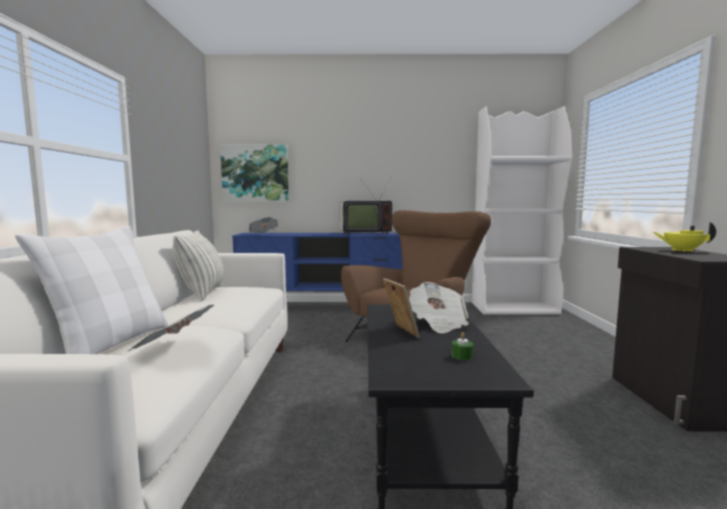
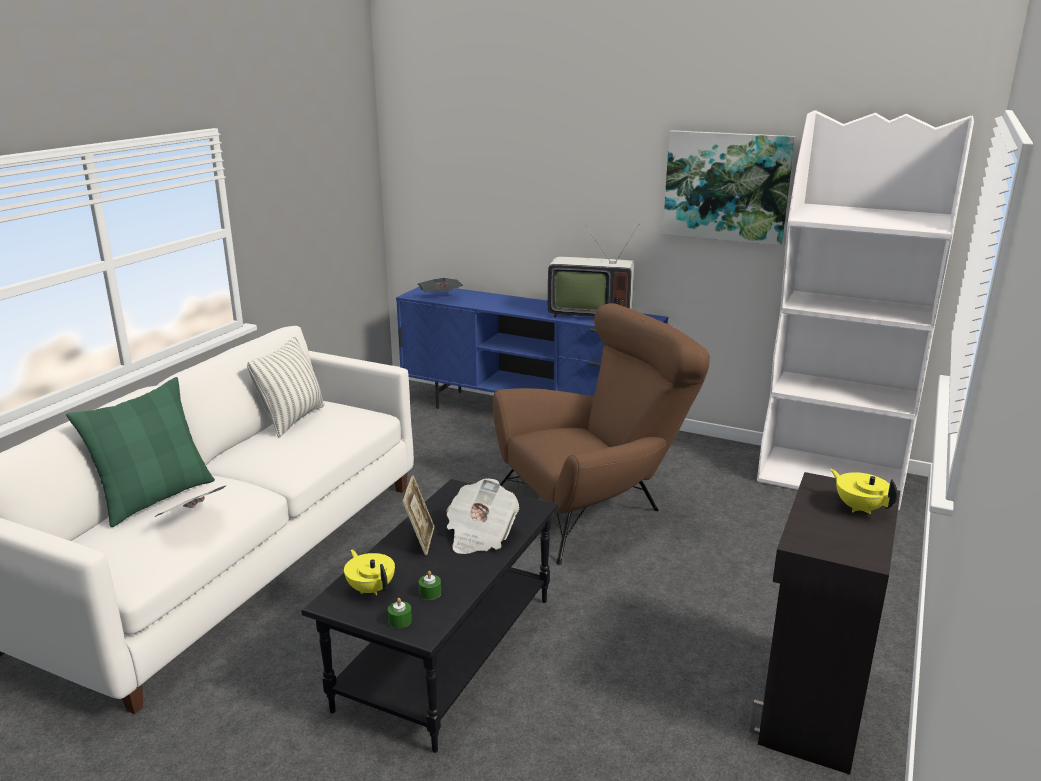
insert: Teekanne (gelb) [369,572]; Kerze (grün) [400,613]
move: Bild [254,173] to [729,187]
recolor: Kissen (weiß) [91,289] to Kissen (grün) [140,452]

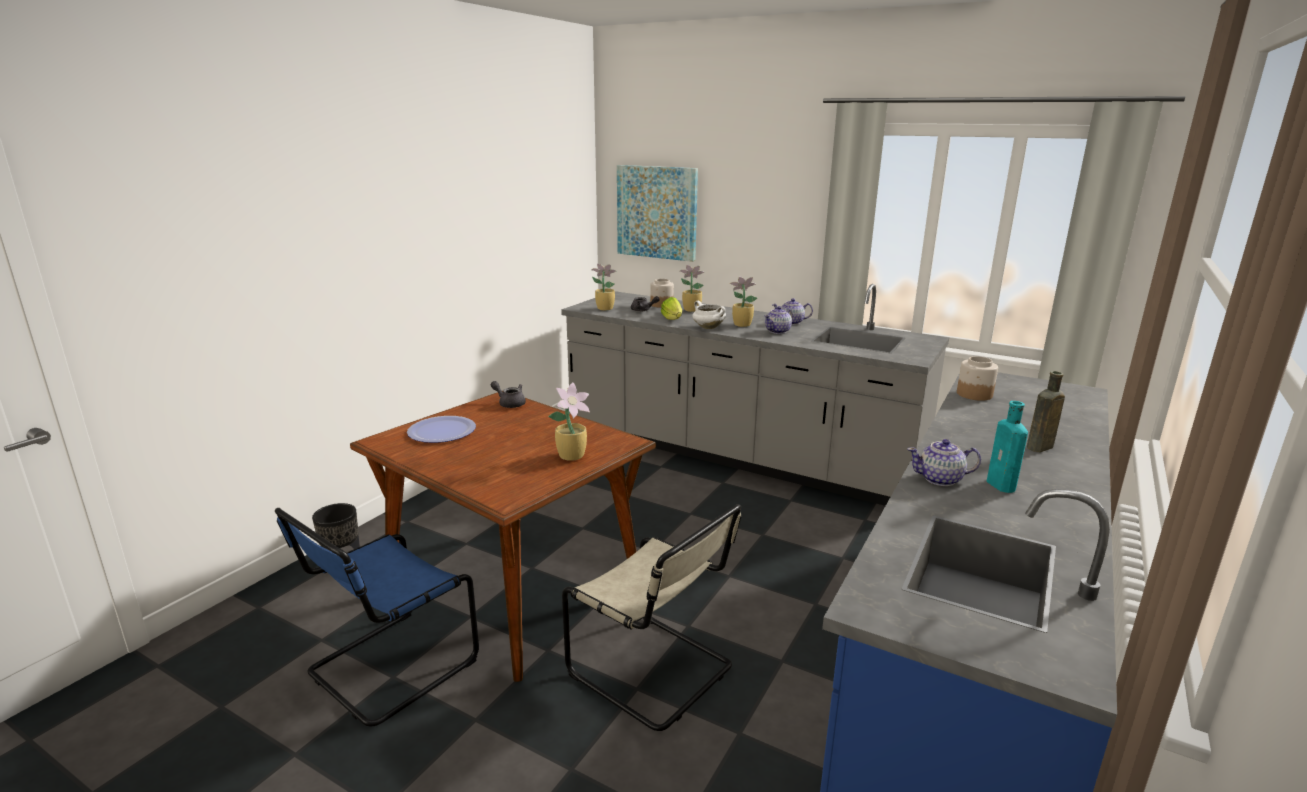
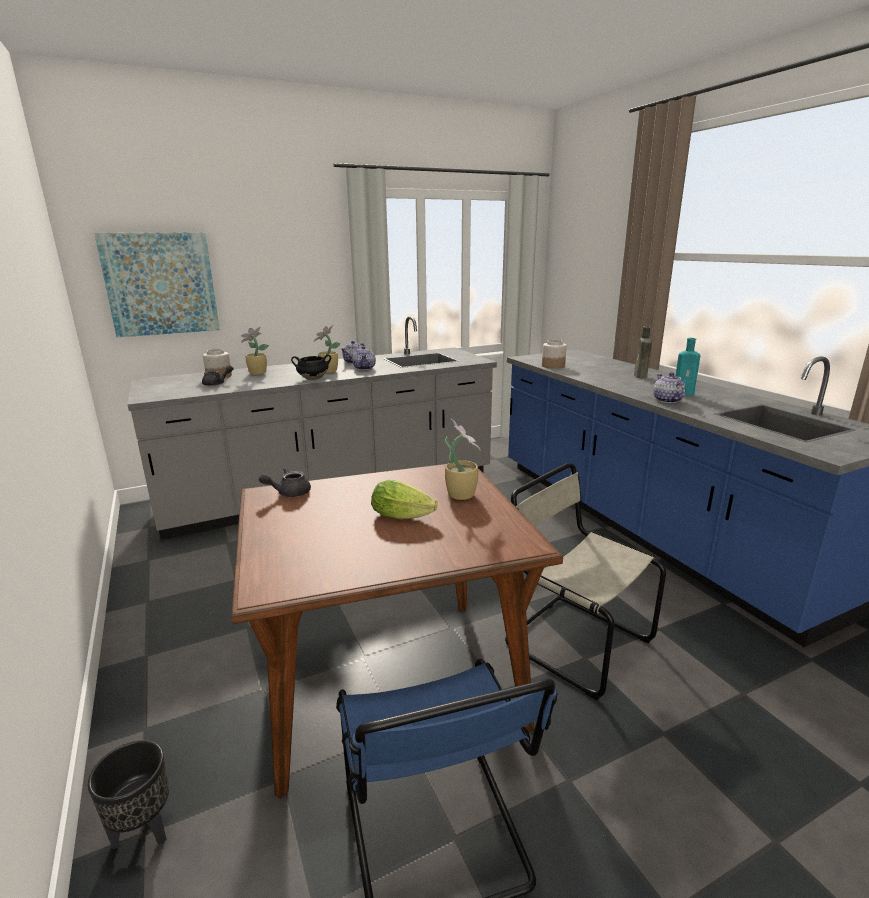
delete: Teller [441,429]; Topfpflanze [604,287]
move: Salatkopf [671,308] to [404,499]
recolor: Kochtopf (weiß) [709,314] to Kochtopf (schwarz) [311,367]
rotate: Stuhl (beige) [652,617] = [585,581] 120 degrees counterclockwise; Teekanne [944,462] = [669,387] 135 degrees clockwise

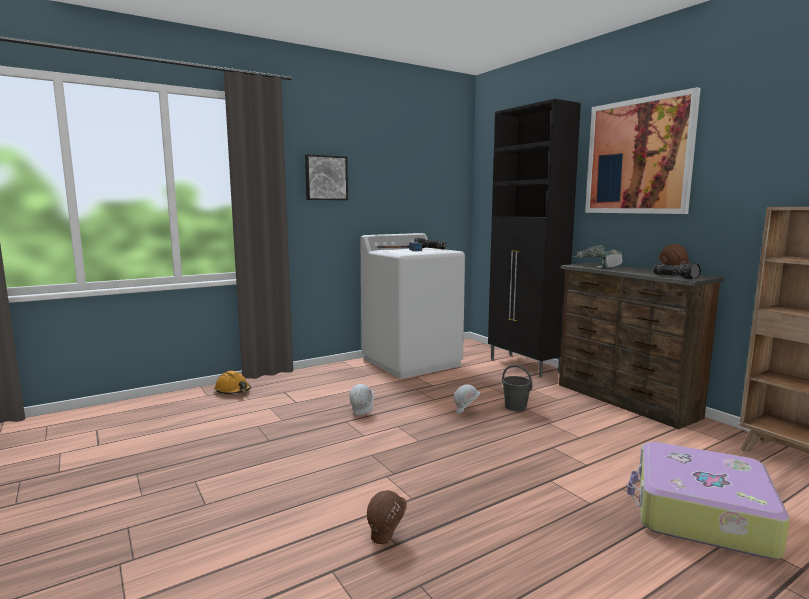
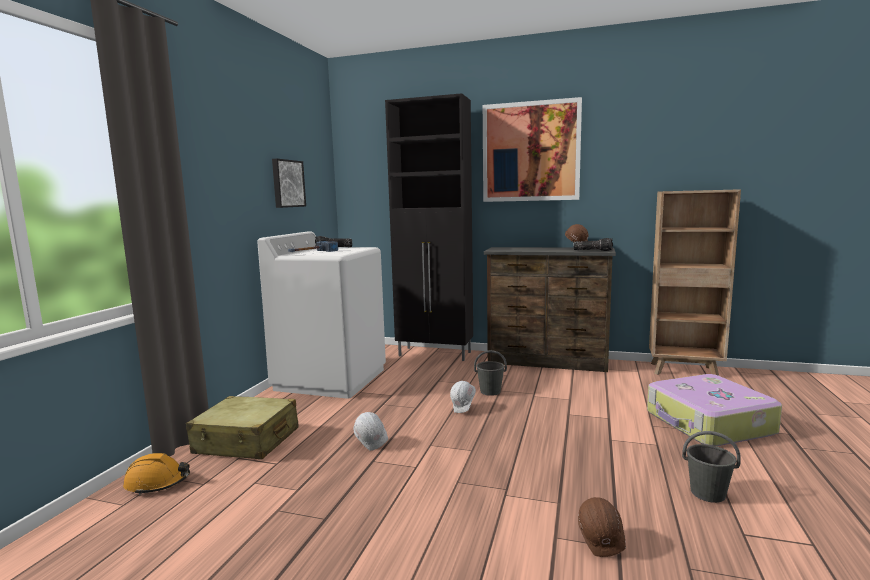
delete: Bohrmaschine [598,256]
insert: Koffer (beige) [242,428]; Eimer (grau) [711,467]
move: Bild [326,177] to [289,183]

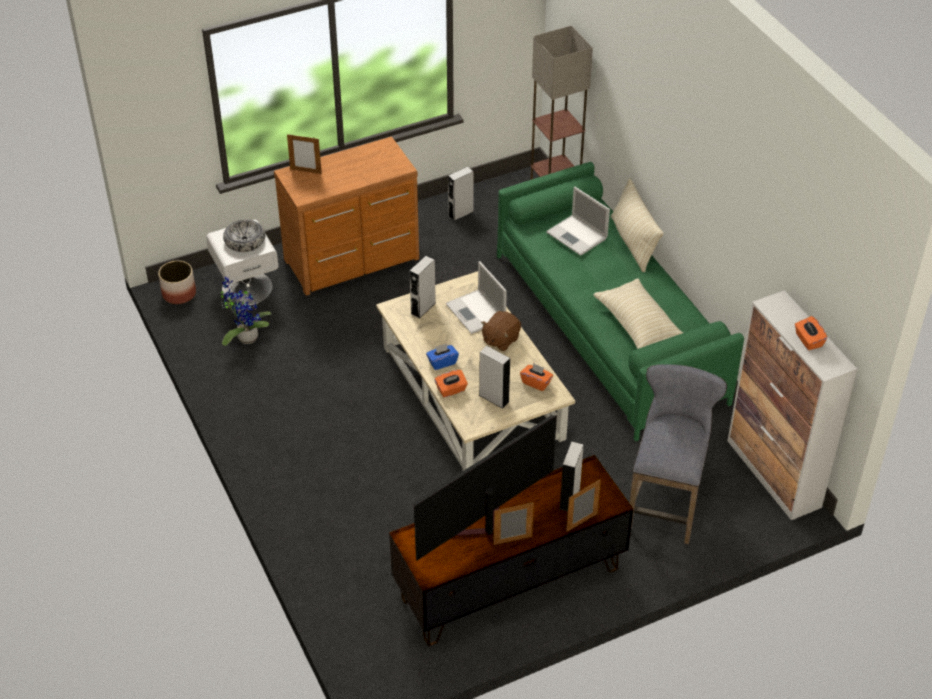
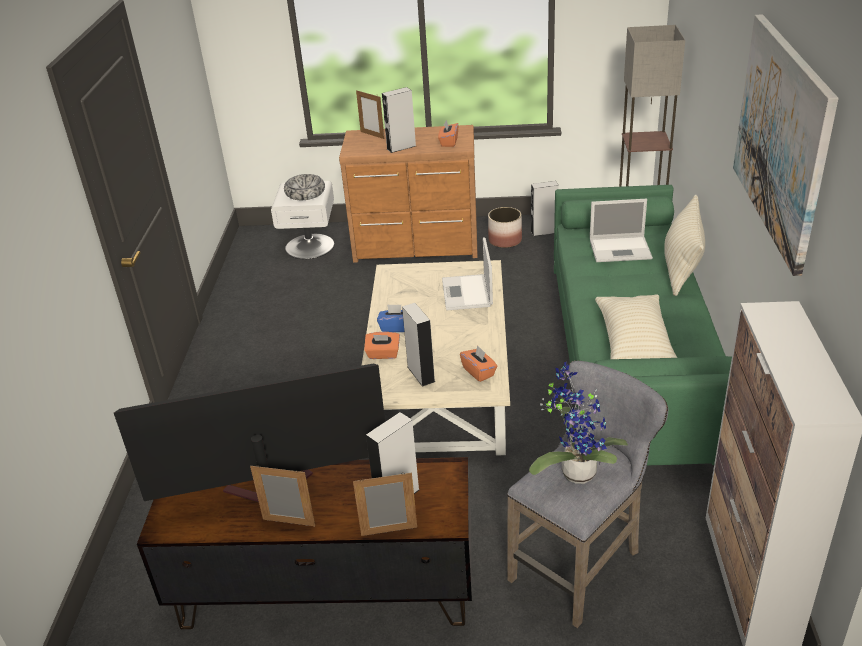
delete: Plüschtier (braun) [501,331]
insert: Bild [785,145]
move: Pflanzkübel [177,282] to [505,227]; Topfpflanze [246,311] to [578,423]; Lautsprecher (grau) [423,287] to [399,120]; Taschentuchbox (orange) [811,333] to [448,133]
rotate: Laptop [578,221] = [621,230] 75 degrees counterclockwise

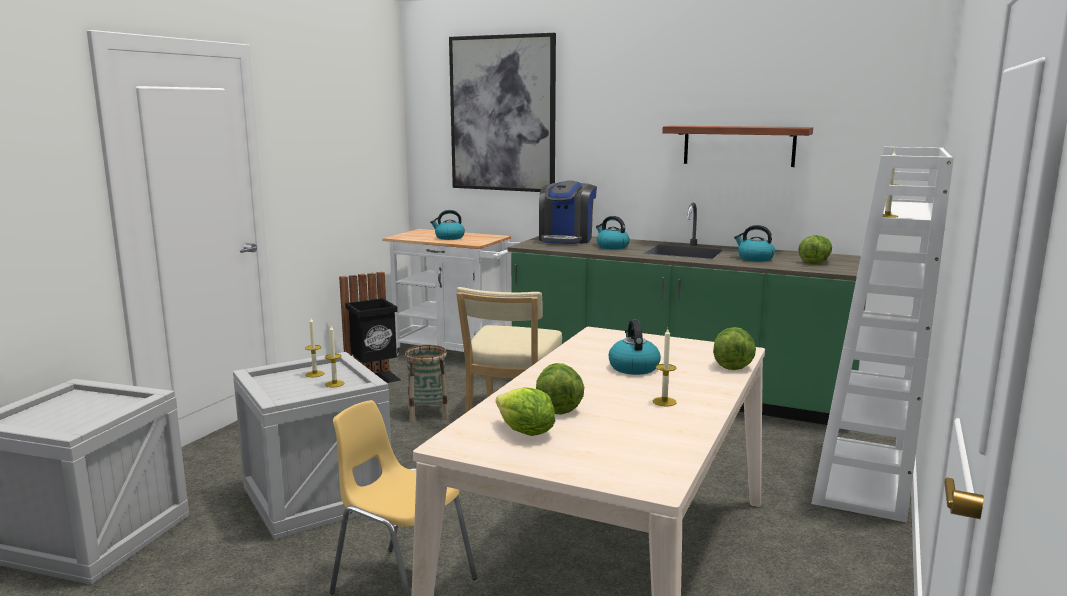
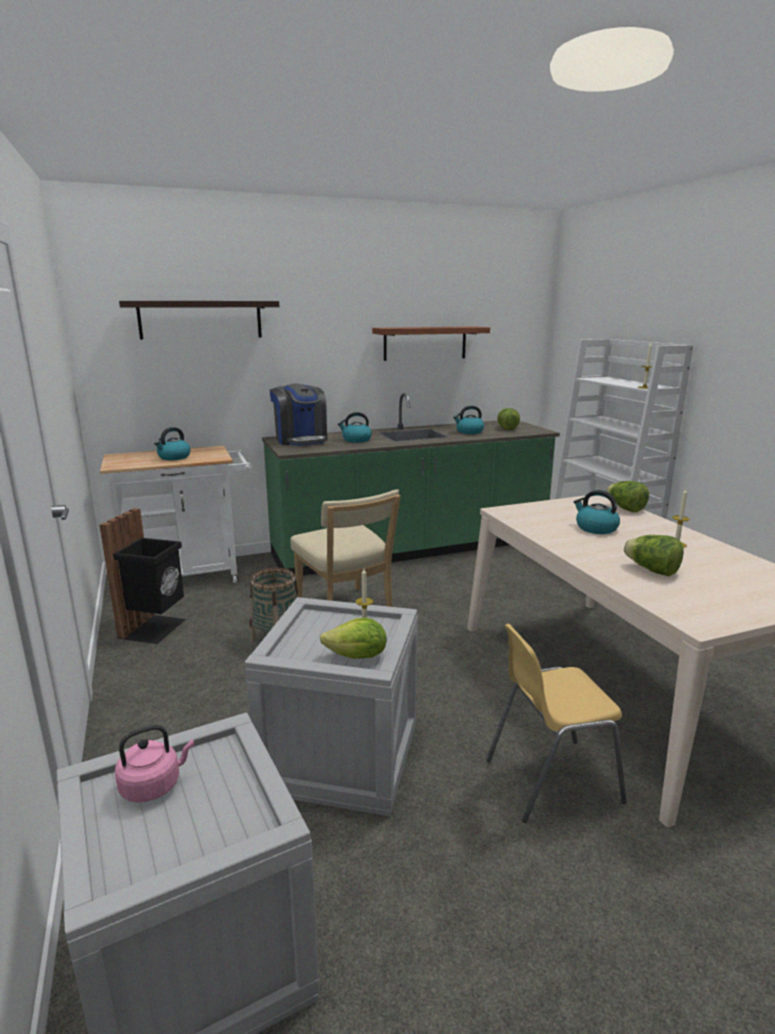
delete: Kerze [314,347]
insert: Wasserkessel (rosa) [154,764]
move: Salatkopf [525,411] to [353,638]
replace: Bild [502,112] to Wandregal [199,320]

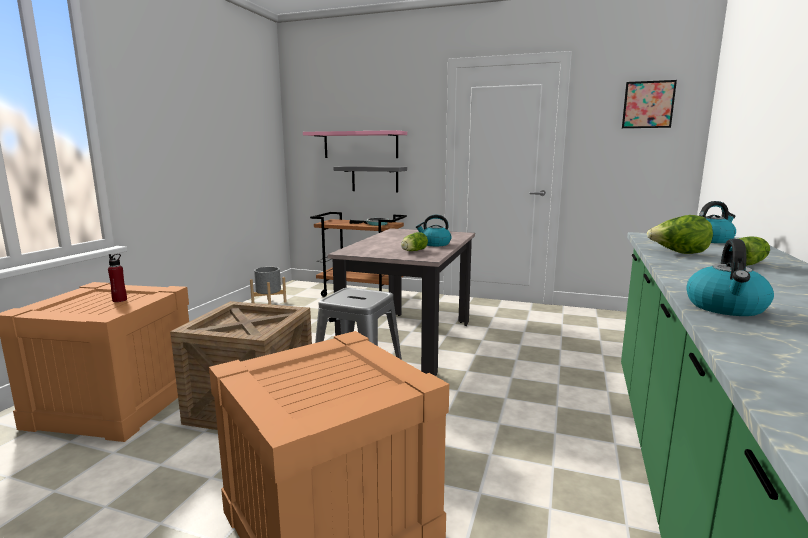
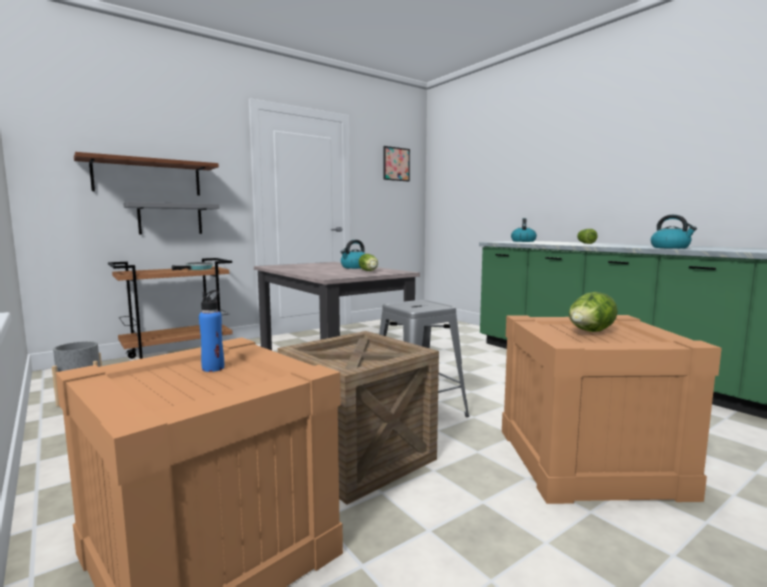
move: Salatkopf [680,234] to [593,312]
recolor: Flasche (rot) [117,278] to Flasche (blau) [211,331]; Wandregal (rosa) [355,144] to Wandregal (braun) [146,173]

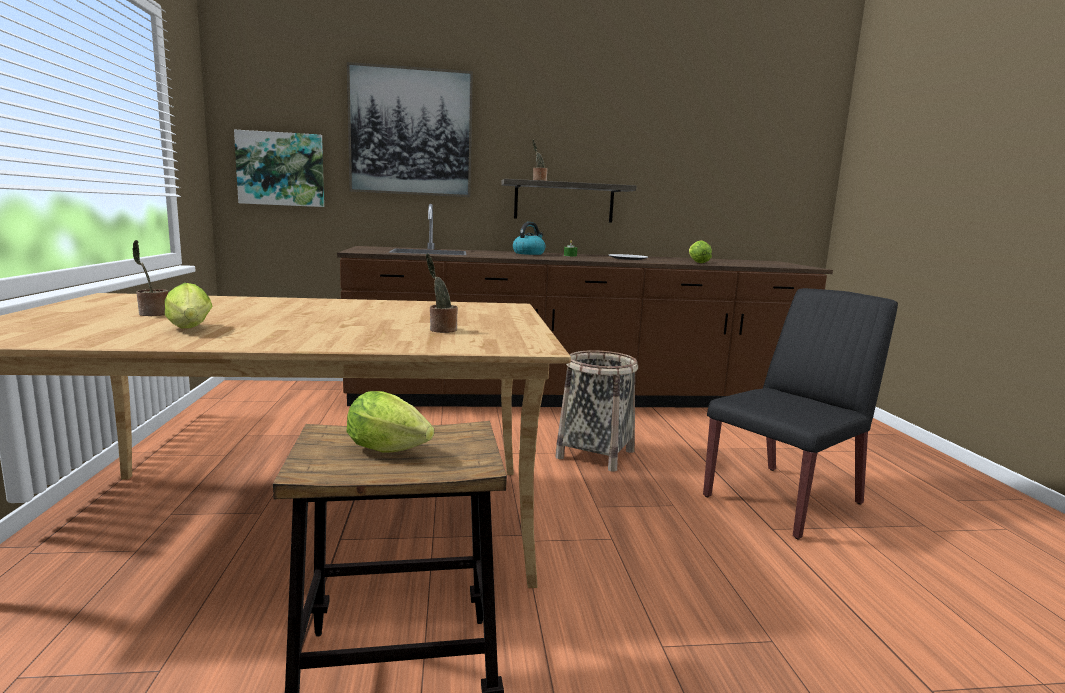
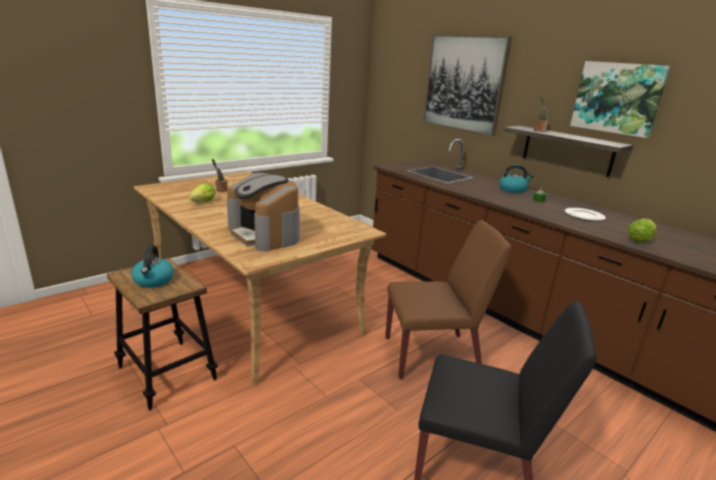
move: Bild [279,168] to [620,99]
replace: Salatkopf [390,422] to Wasserkessel [152,266]; Topfpflanze [442,293] to Kaffeemaschine [263,212]; Korb [596,411] to Stuhl (braun) [448,299]

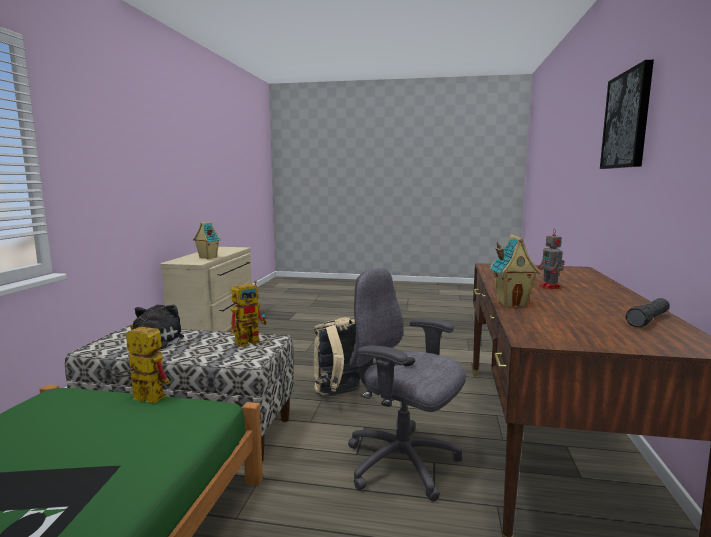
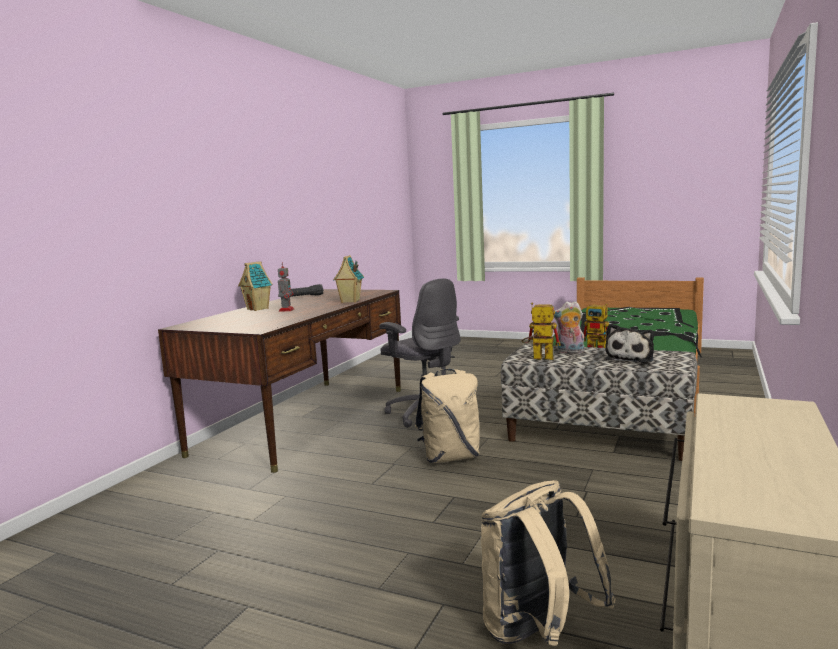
delete: Bild [627,114]
insert: Rucksack (beige) [548,563]; Plüschtier [569,327]
move: Spielzeughaus [207,240] to [255,286]
rotate: Spielzeugroboter [248,313] = [541,331] 45 degrees clockwise

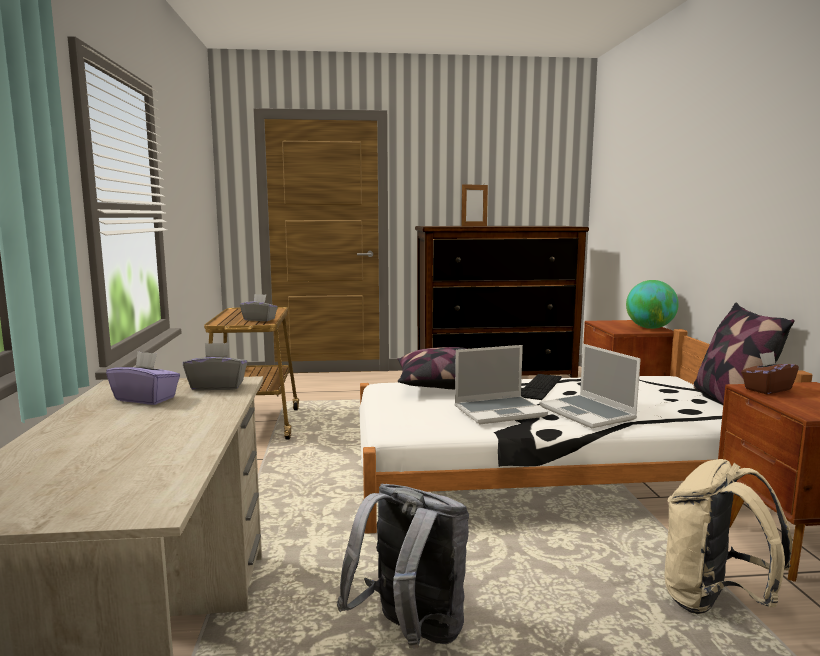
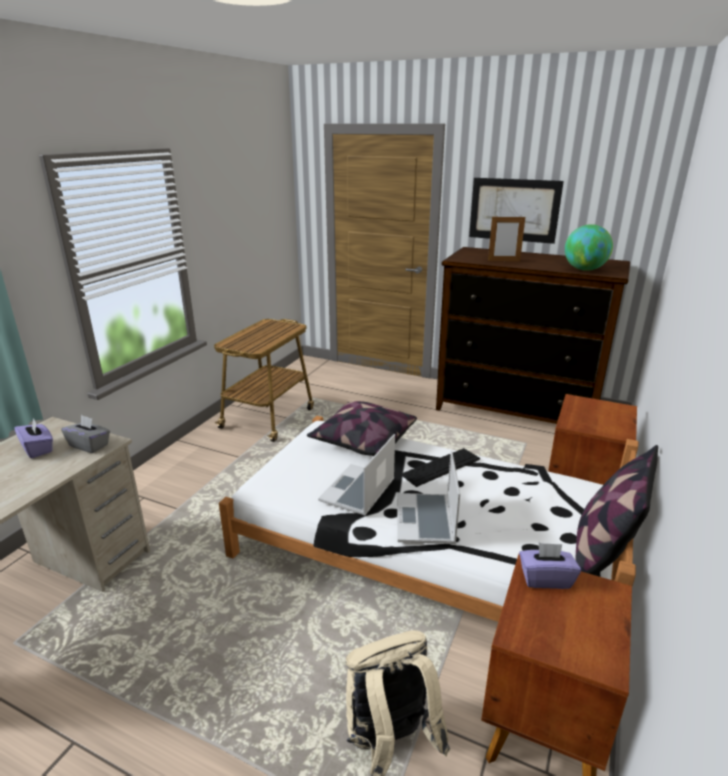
delete: Taschentuchbox (grau) [259,307]; Rucksack (grau) [403,566]
insert: Bild [516,211]
move: Globus [652,304] to [589,247]
recolor: Taschentuchbox (braun) [770,372] to Taschentuchbox (lila) [550,566]
rotate: Laptop [501,385] = [356,475] 105 degrees clockwise

